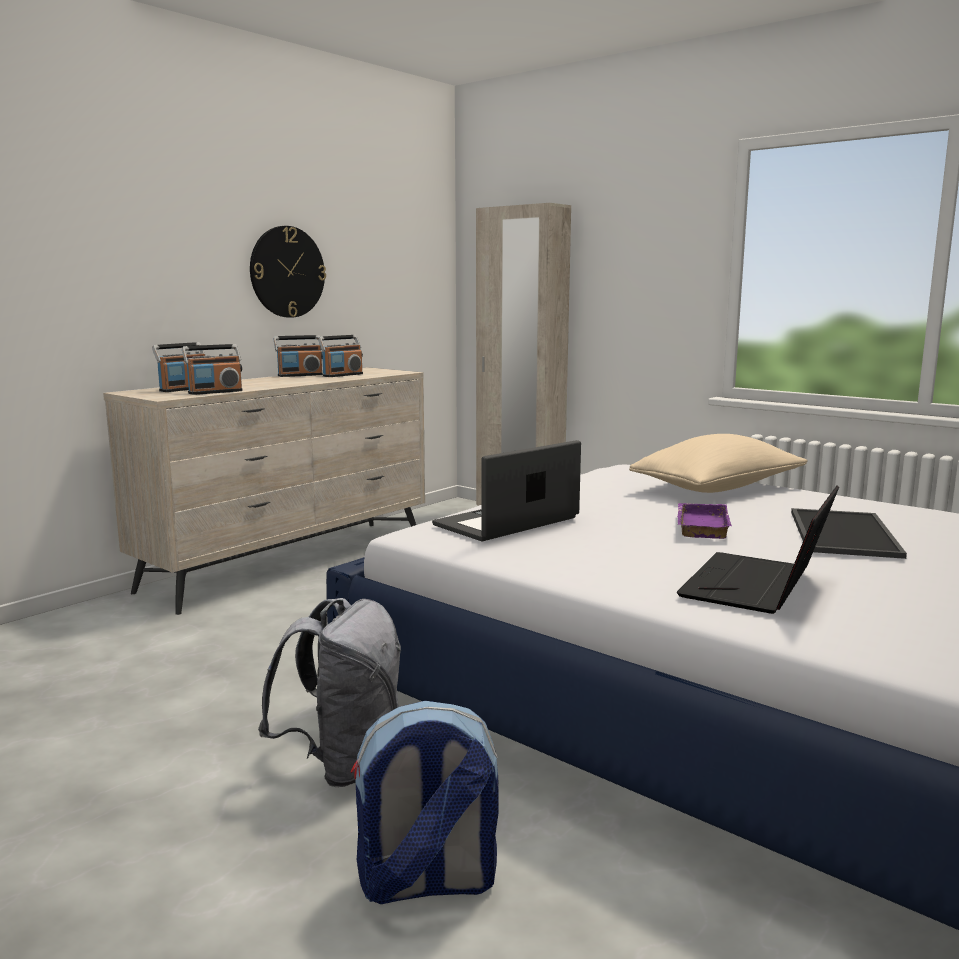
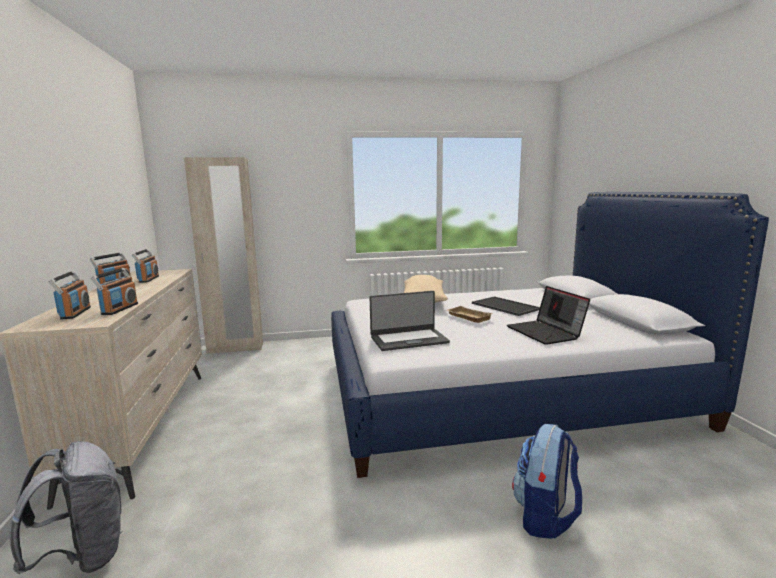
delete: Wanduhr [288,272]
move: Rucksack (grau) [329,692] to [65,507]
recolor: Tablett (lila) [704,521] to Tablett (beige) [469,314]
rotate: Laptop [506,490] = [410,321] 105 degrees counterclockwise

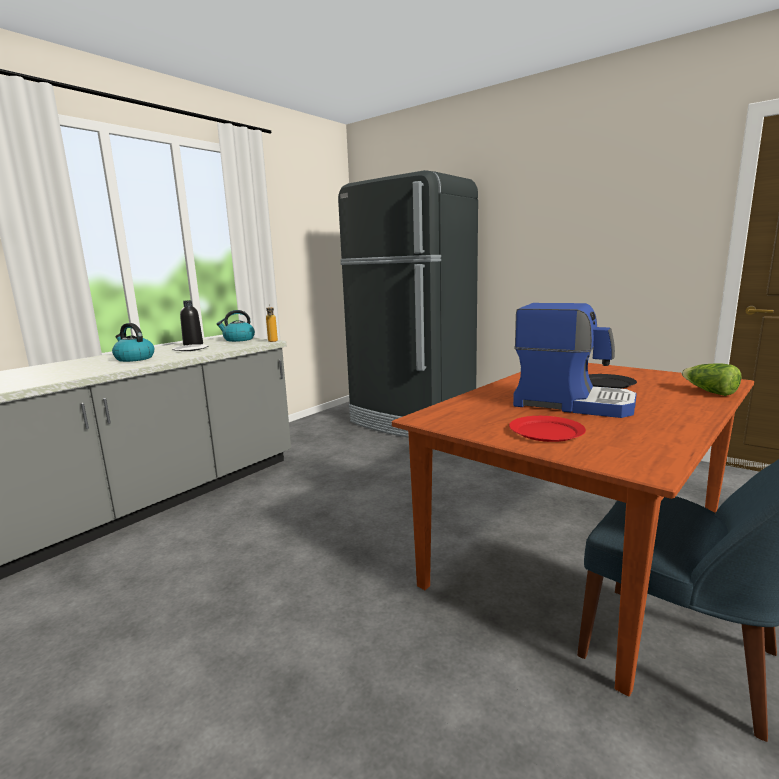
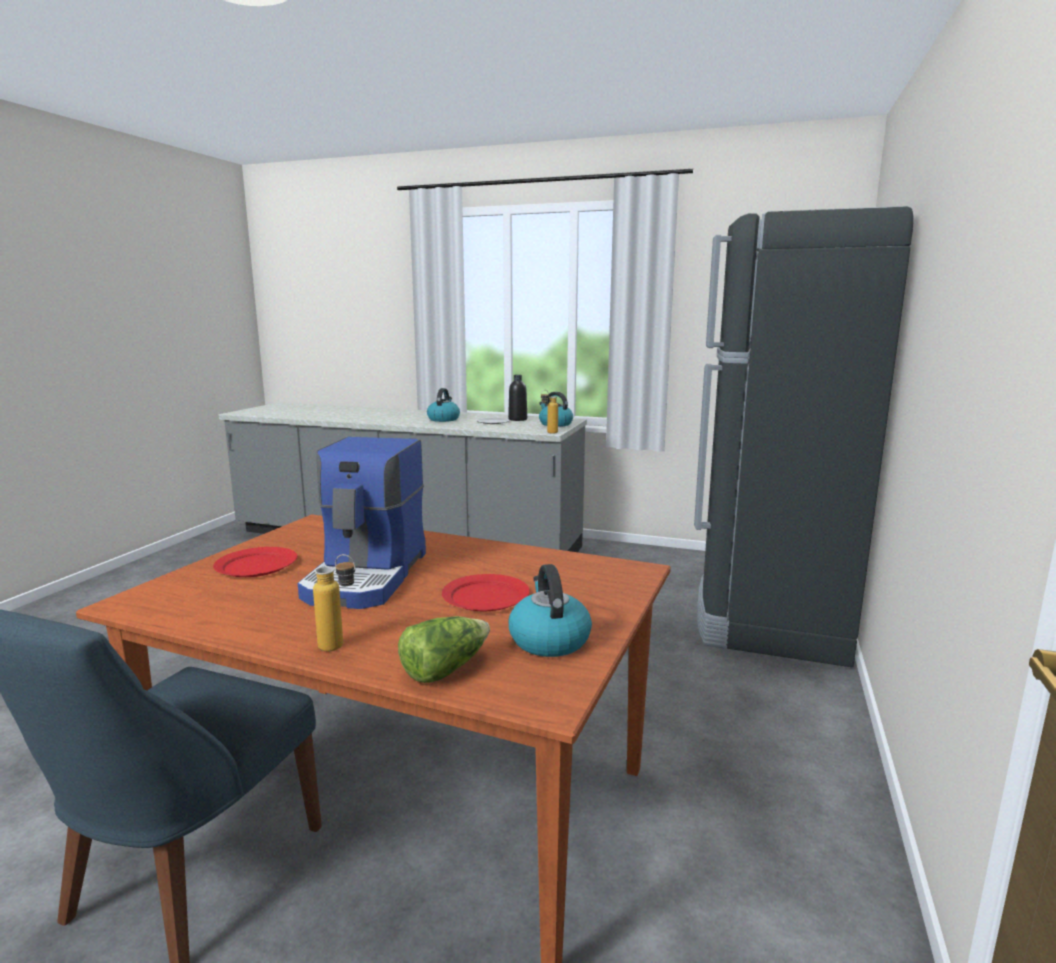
insert: Flasche [334,603]; Wasserkessel [550,610]
recolor: Teller (schwarz) [613,381] to Teller (rot) [486,592]

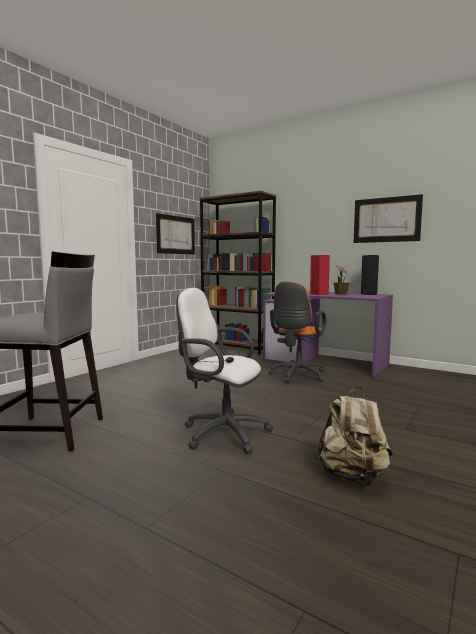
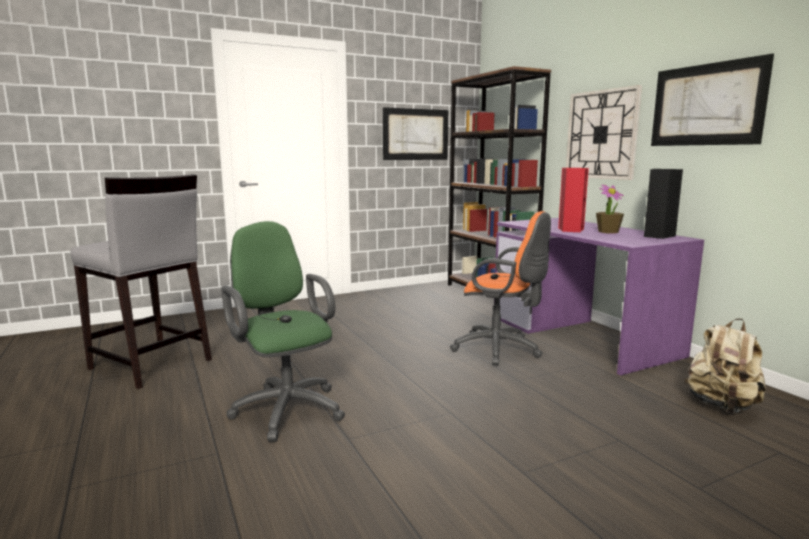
insert: Wanduhr [604,132]
move: Rucksack (beige) [354,436] to [725,365]
recolor: Bürostuhl (weiß) [224,371] to Bürostuhl (grün) [283,331]
rotate: Bürostuhl (orange) [297,332] = [500,288] 120 degrees counterclockwise

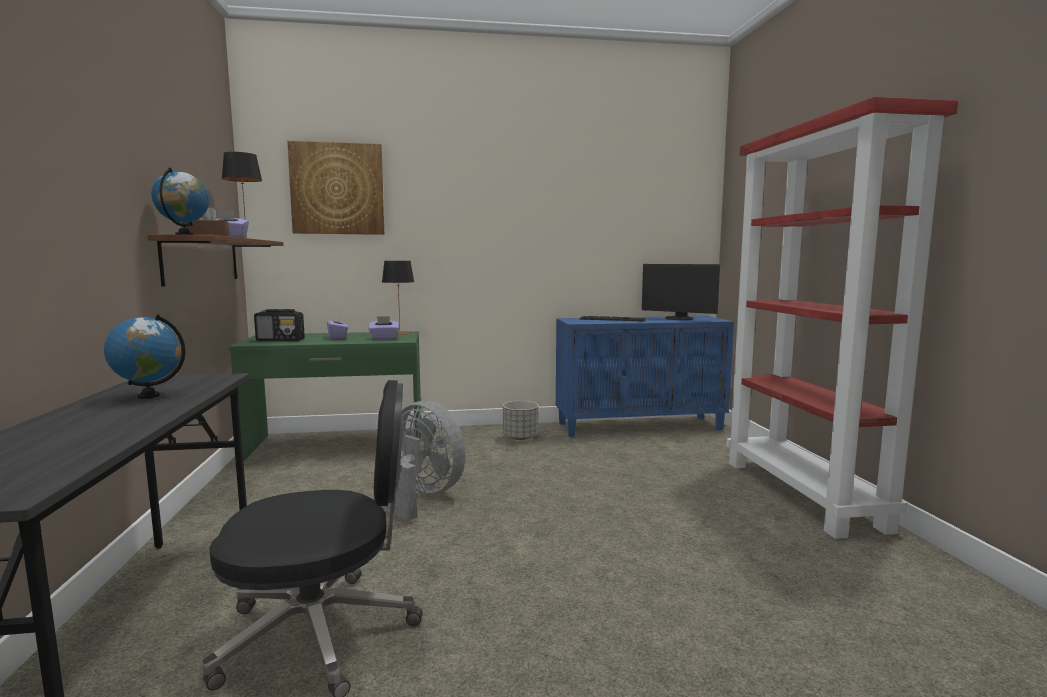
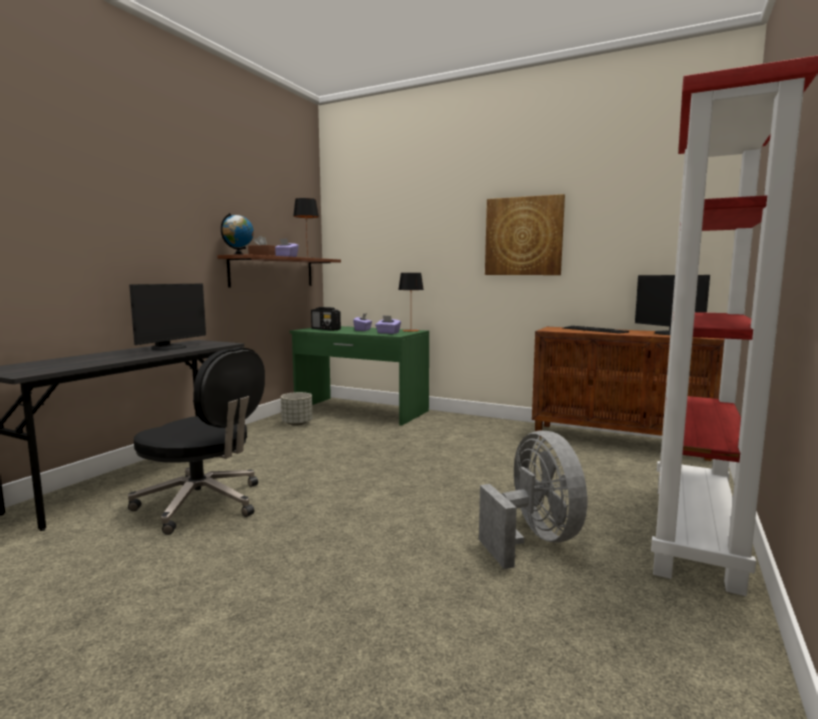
move: Bild [335,188] to [525,234]; Ventilator (grau) [420,461] to [533,499]; Pflanzkübel (grau) [521,420] to [297,409]
replace: Globus [145,356] to Monitor [167,317]
recolor: Schrank (blau) [645,376] to Schrank (braun) [628,394]

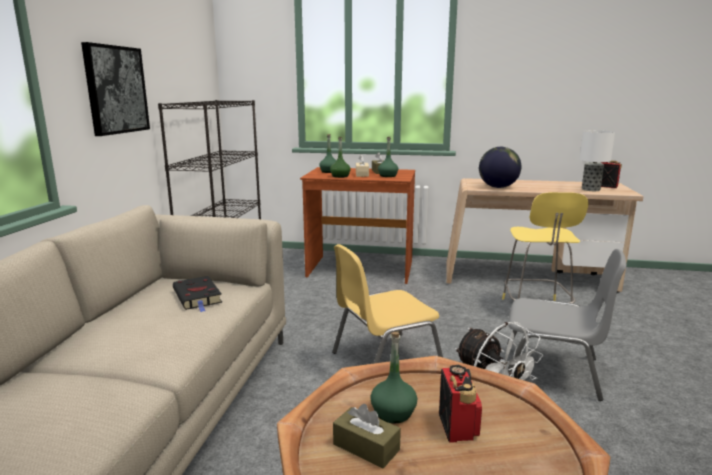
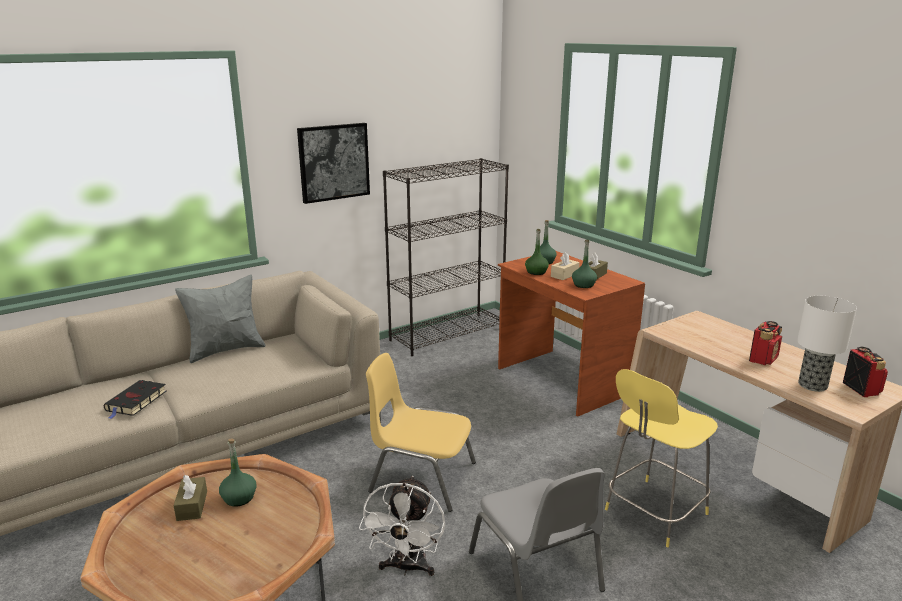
delete: Globus [500,167]
insert: Kissen (grau) [220,319]
move: Buch (schwarz) [197,294] to [135,399]; Radio [460,404] to [765,343]

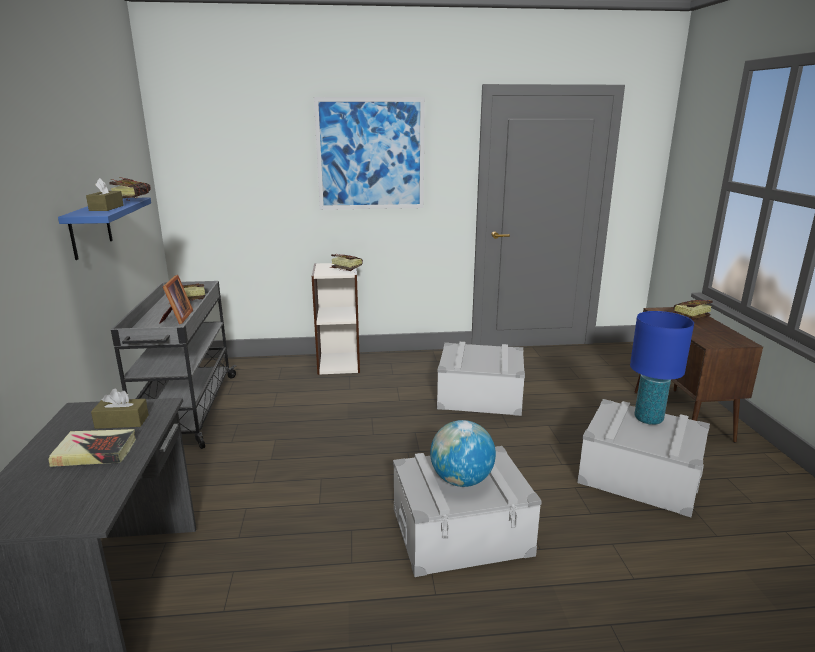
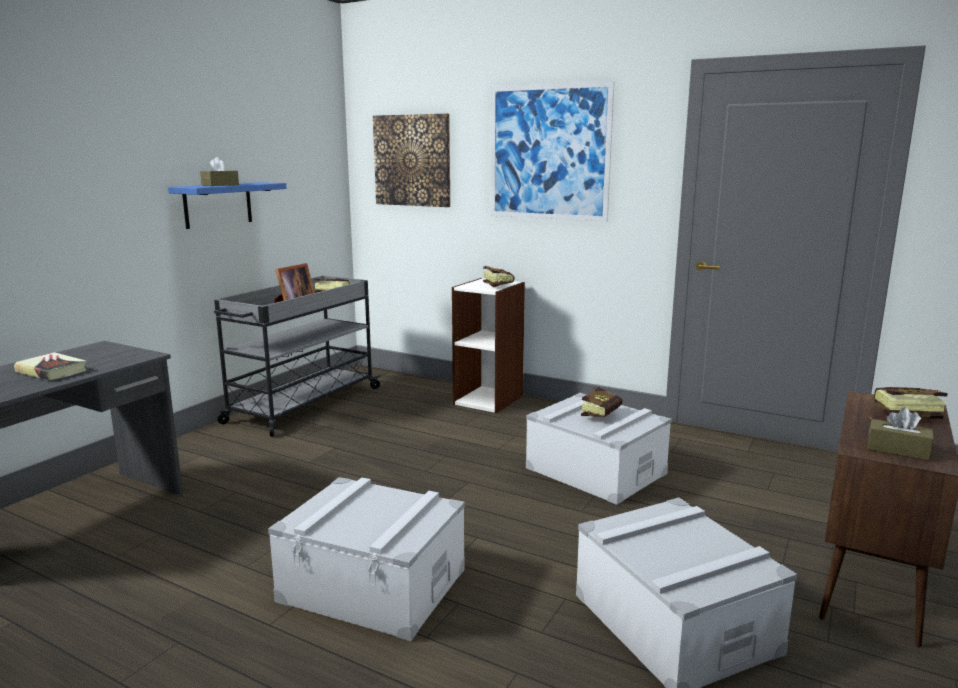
delete: Globus [463,453]; Tischlampe (blau) [662,368]
insert: Bild [411,160]
move: Taschentuchbox (braun) [120,409] to [900,434]; Buch [130,189] to [601,402]

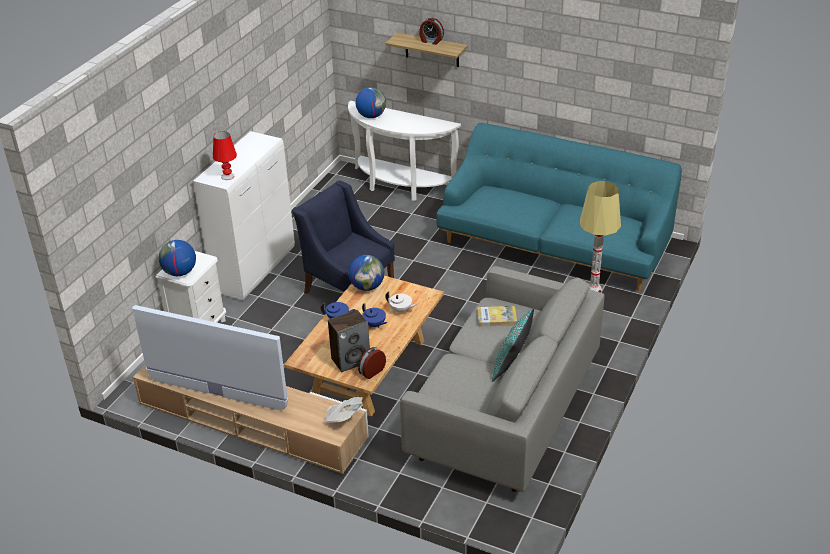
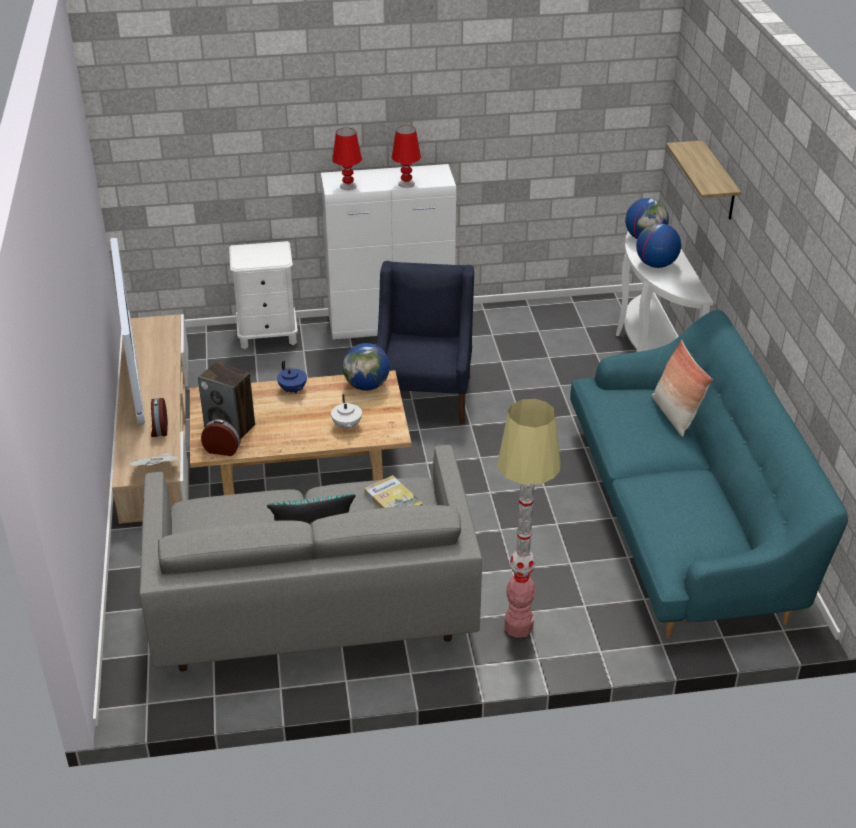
delete: Teekanne (blau) [374,315]
insert: Tischlampe (rot) [406,156]; Kissen [682,388]
move: Globus [177,258] to [658,245]; Wecker [431,31] to [159,417]

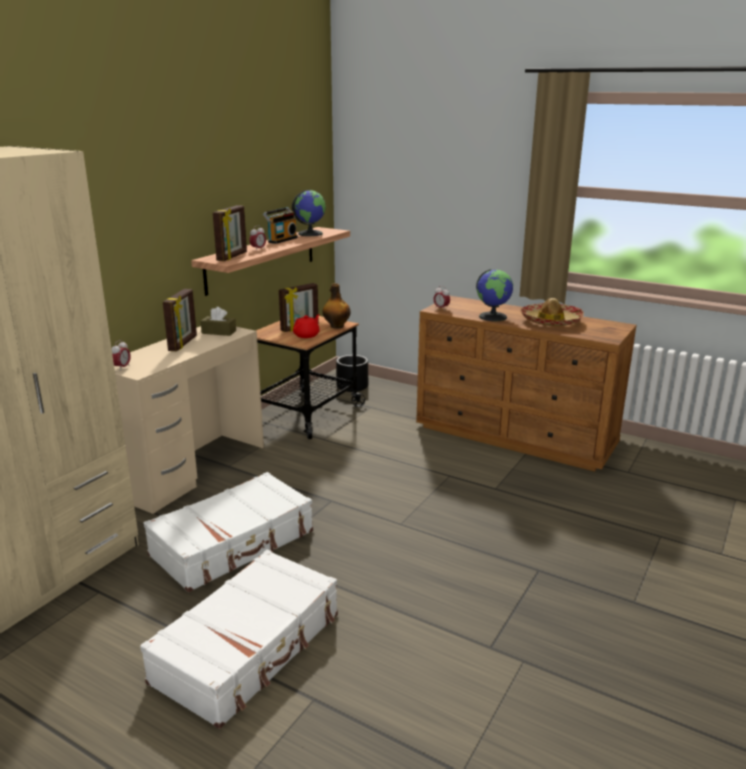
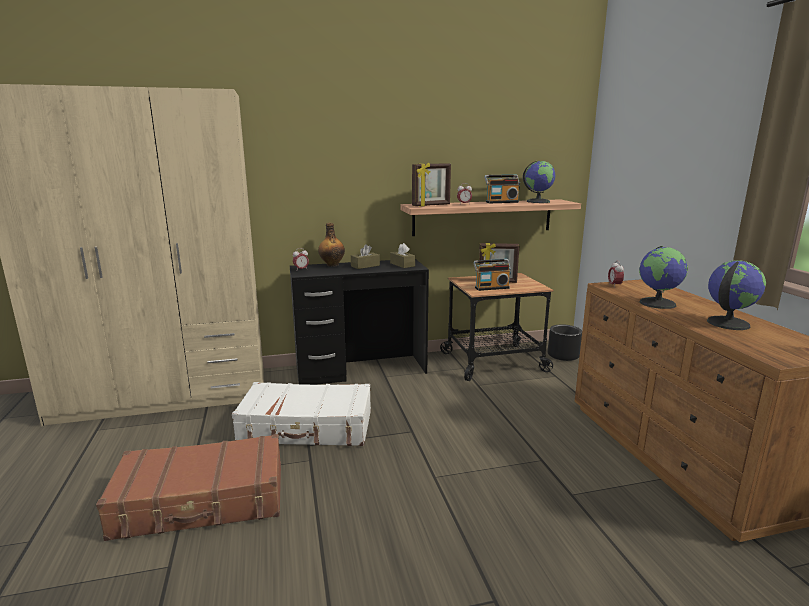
move: Flasche [337,306] to [331,245]
replace: Bilderrahmen [180,320] to Taschentuchbox (braun) [365,256]; Teekanne (rot) [306,326] to Radio [492,275]; Hut [552,312] to Globus [736,295]
recolor: Schreibtisch (beige) [189,420] to Schreibtisch (schwarz) [359,322]; Koffer (weiß) [239,639] to Koffer (braun) [188,487]

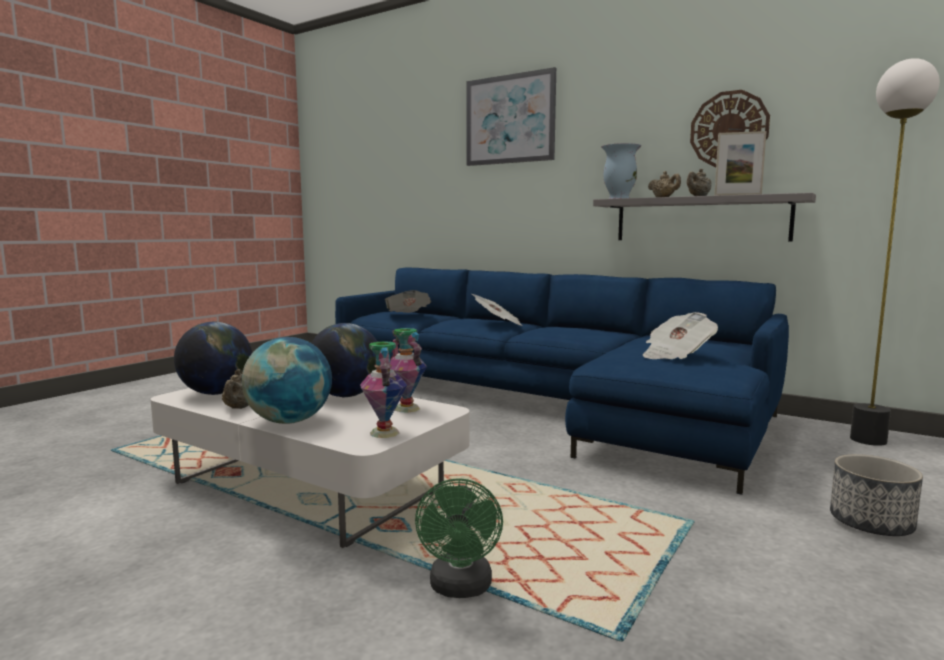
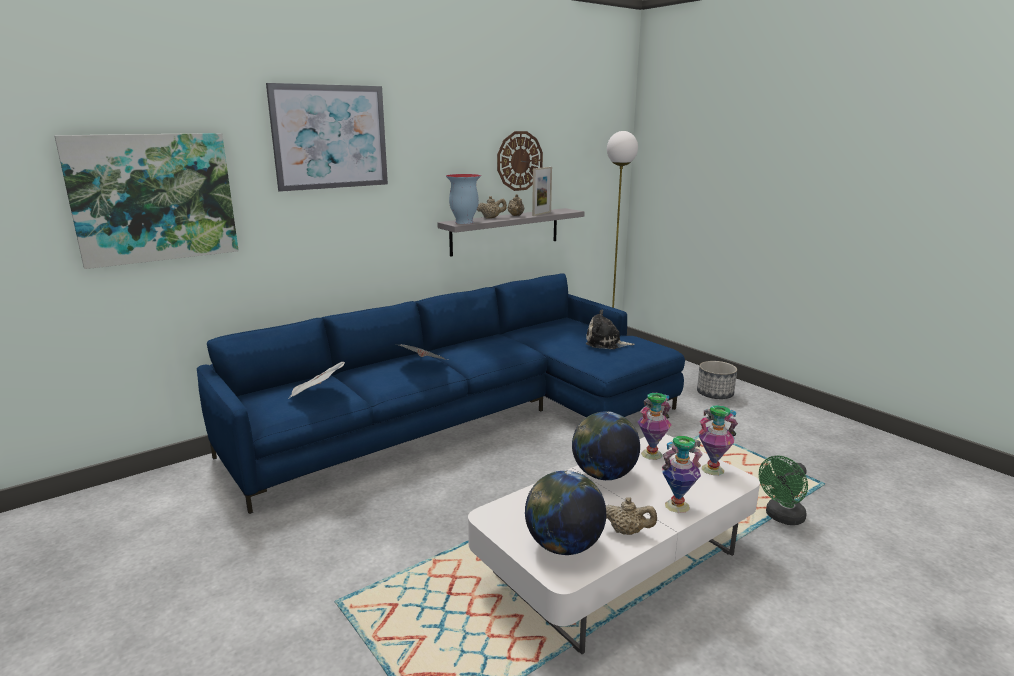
insert: Bild [146,201]
replace: Globus [287,380] to Vase [682,474]; Zeitung [680,335] to Plüschtier [610,329]
rotate: Ventilator (grün) [459,538] = [783,490] 120 degrees clockwise

